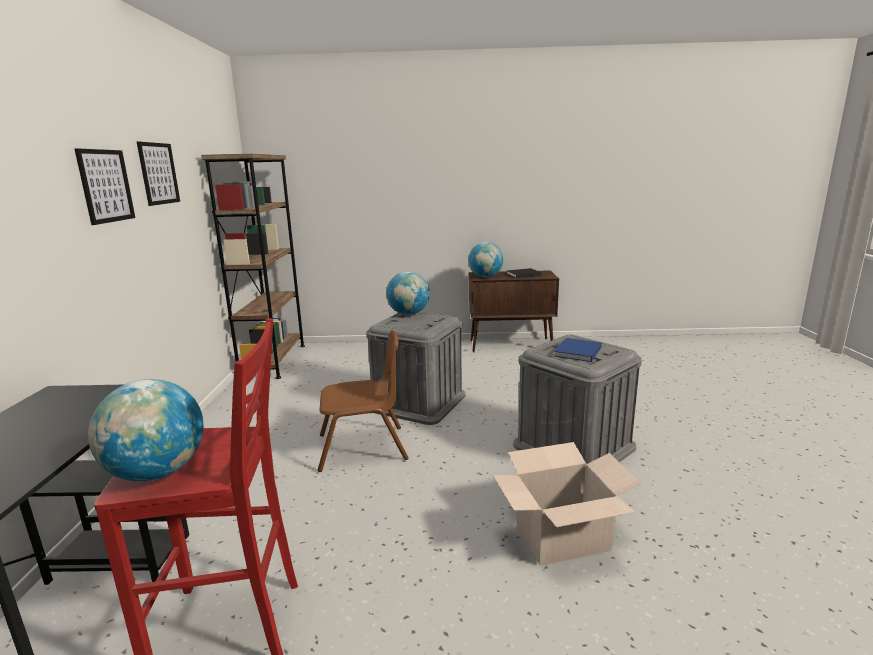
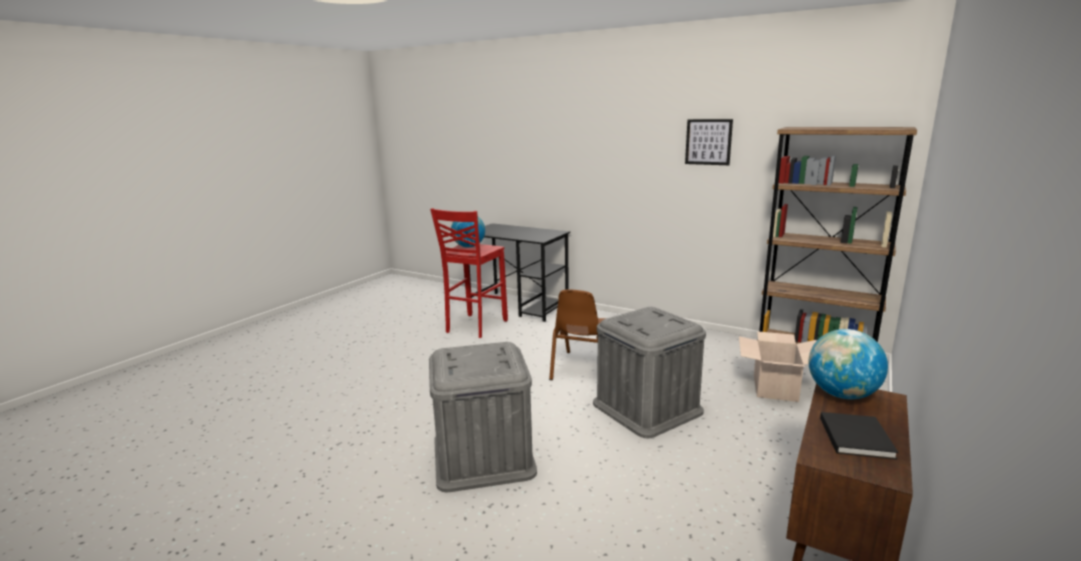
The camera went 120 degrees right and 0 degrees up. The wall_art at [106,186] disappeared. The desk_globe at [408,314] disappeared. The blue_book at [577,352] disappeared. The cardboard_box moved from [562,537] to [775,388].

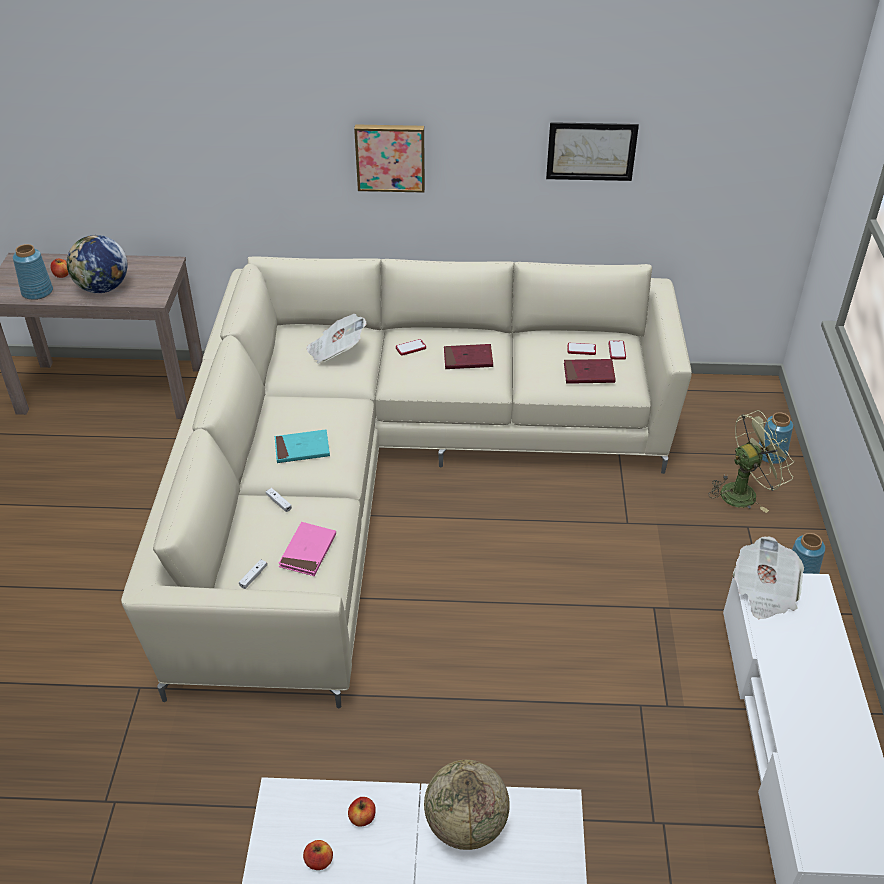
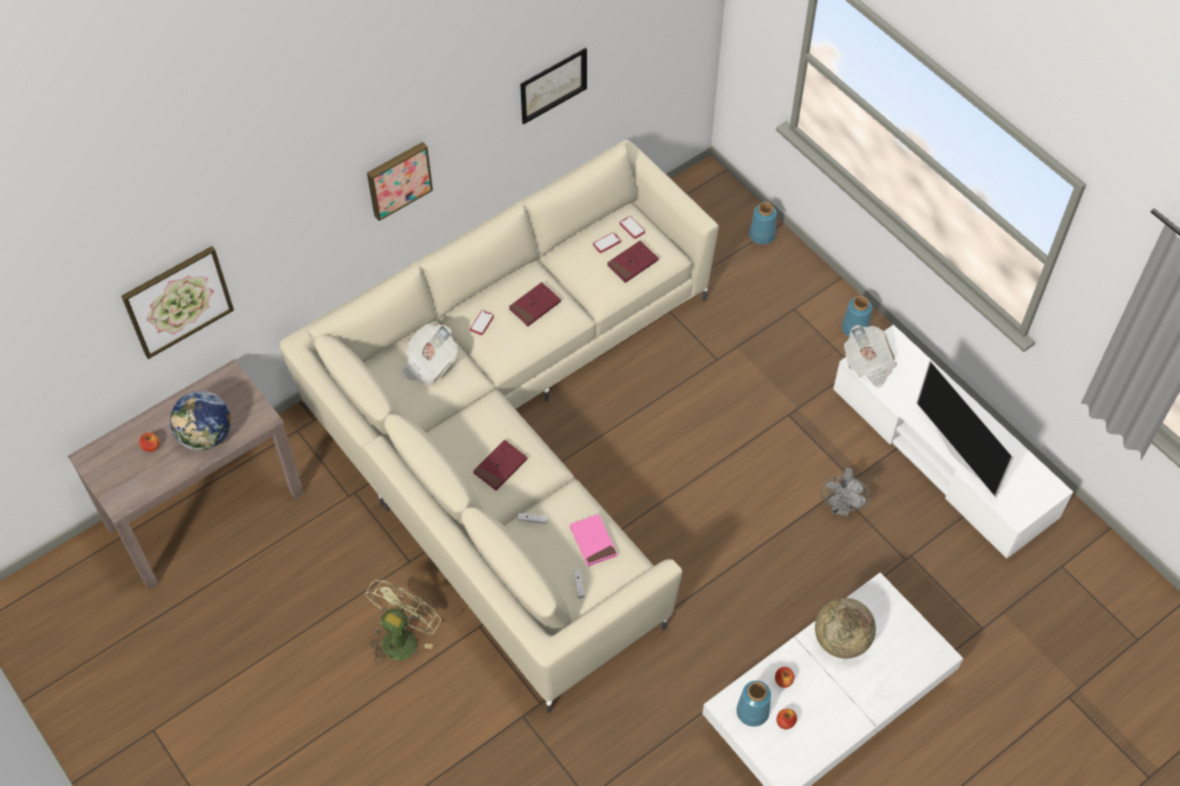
The camera went 40 degrees left and 15 degrees up. The blue_decorative_vase moved from [38,292] to [753,711]. The green_electric_fan moved from [744,492] to [402,637]. The turquoise_book at [302,449] became the red_book at [500,466]. The wall_art at [178,301] appeared. The television at [958,452] appeared. The grey_electric_fan at [841,507] appeared.

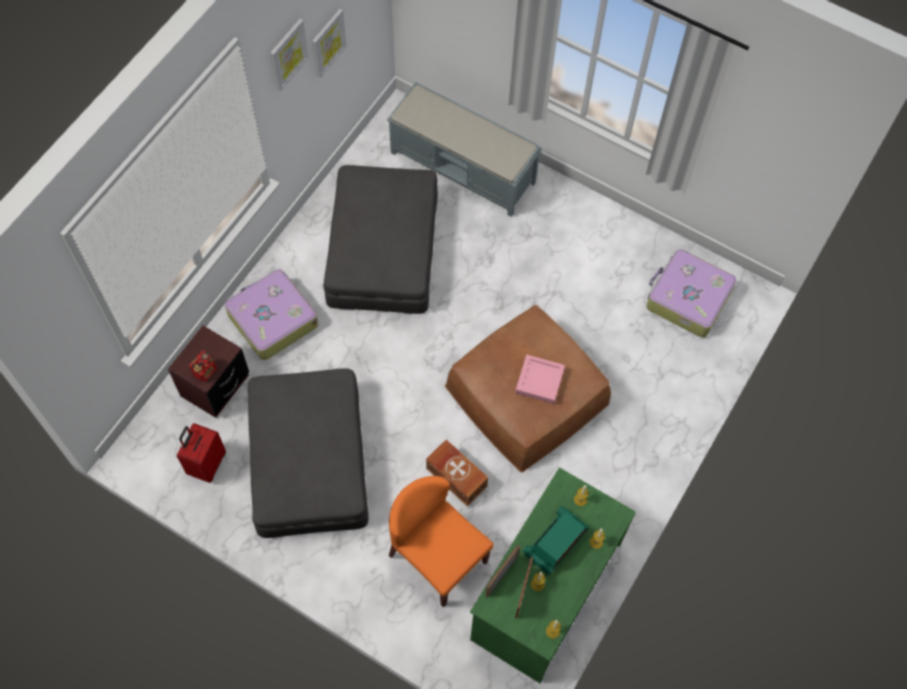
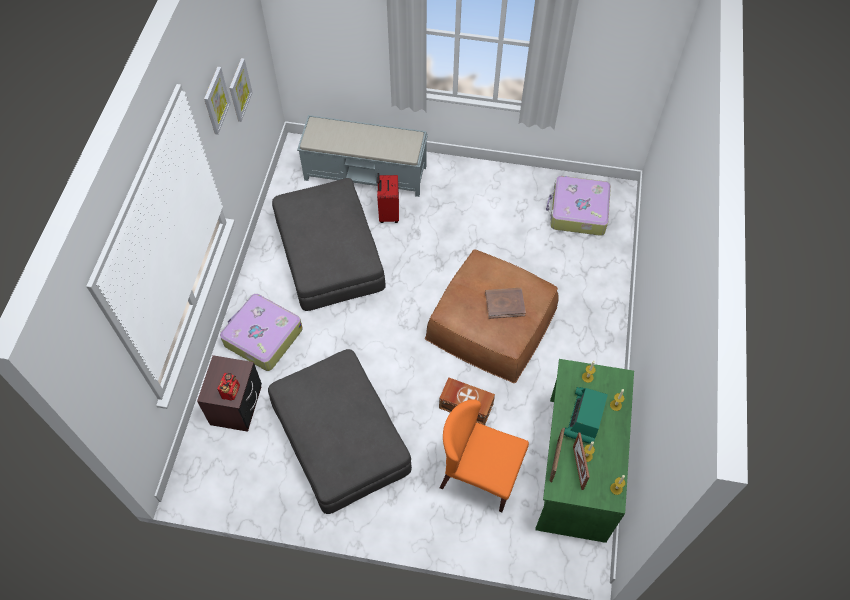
The camera went 20 degrees left and 5 degrees down. The pinkish_tray at [539,381] was replaced by the brownish_book at [505,304]. The red_suitcase moved from [206,464] to [388,213].

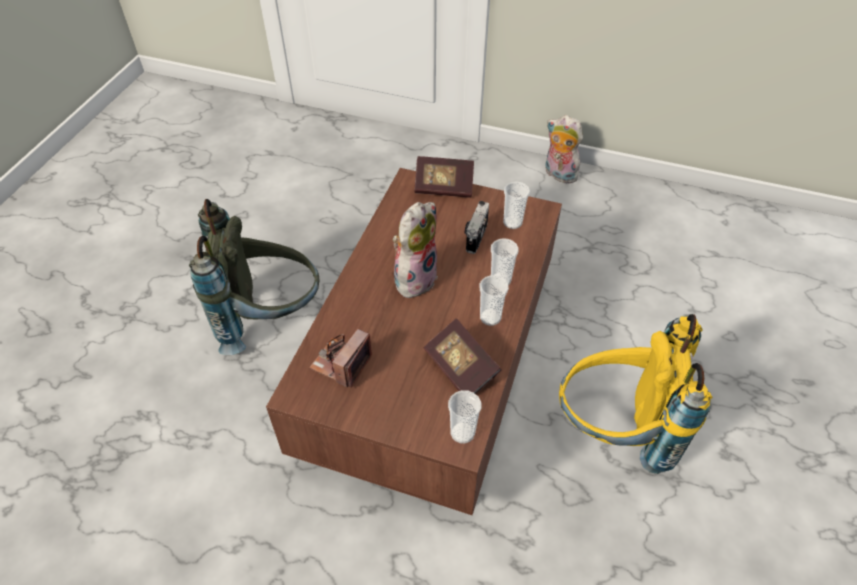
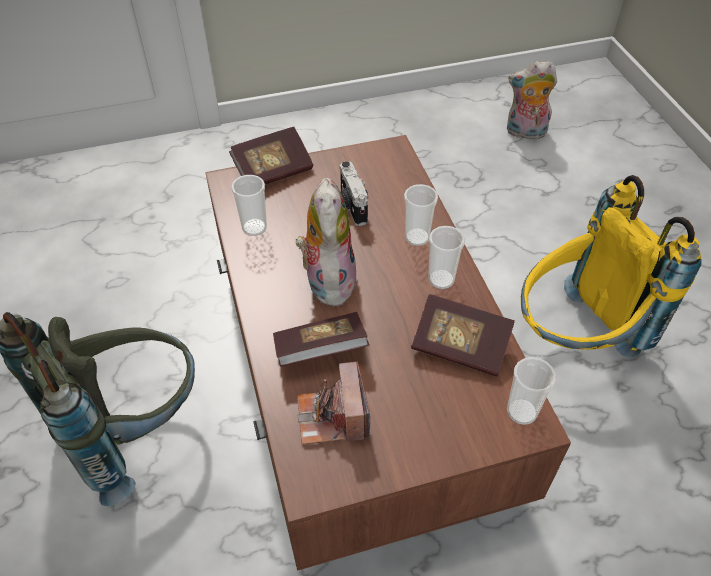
The camera went 35 degrees left and 0 degrees up. The plush_toy moved from [558,175] to [525,133]. The drinking_cup moved from [512,222] to [254,227]. The book at [320,350] appeared.

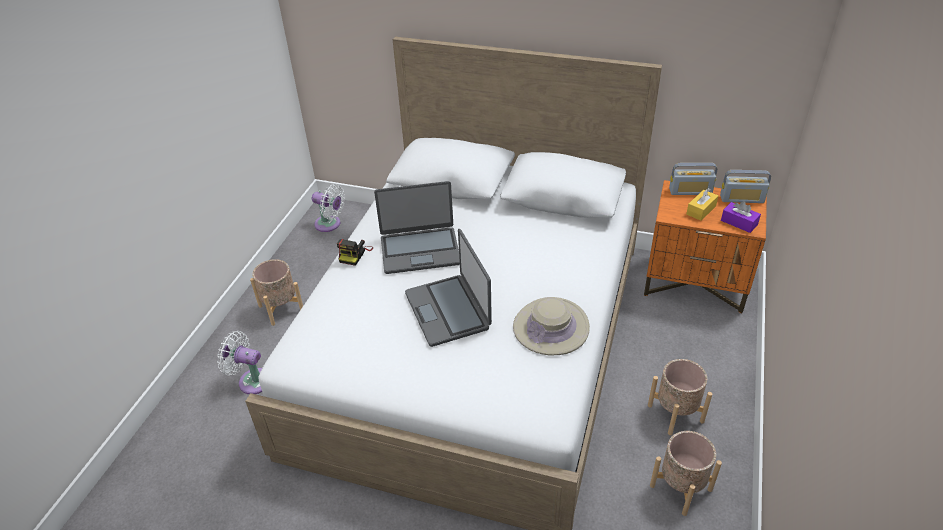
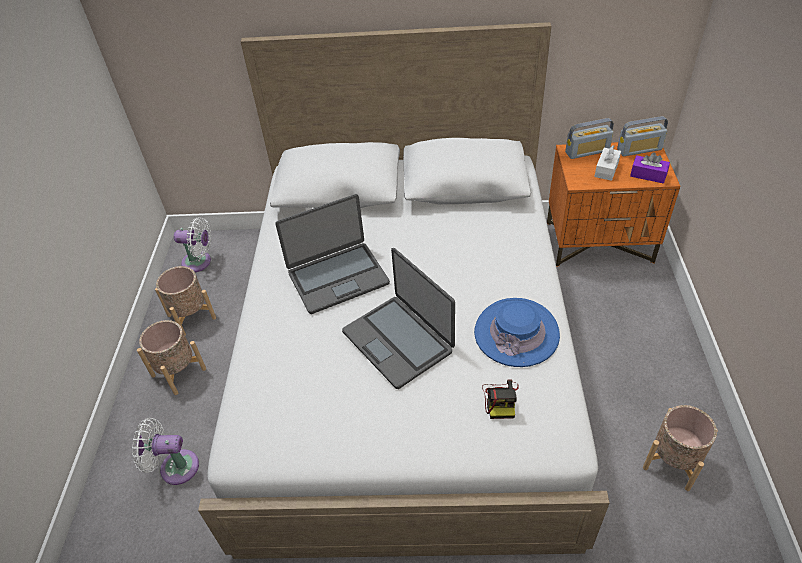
The camera went 15 degrees left and 5 degrees up. The yellow-coloured_tissue_box at [701,210] became the white_tissue_box at [606,169]. The photo_camera moved from [355,254] to [500,399]. The beige-coloured_hat at [551,327] became the blue_hat at [516,333]. The beige-coloured_plant_pot moved from [675,413] to [191,316].

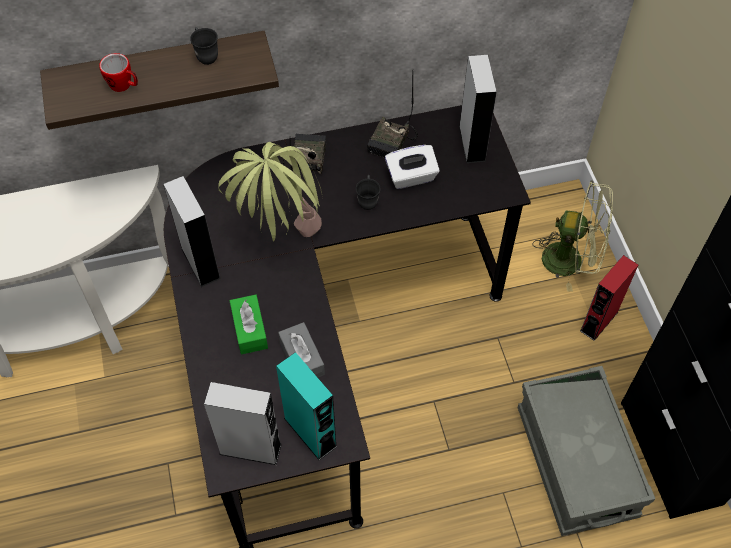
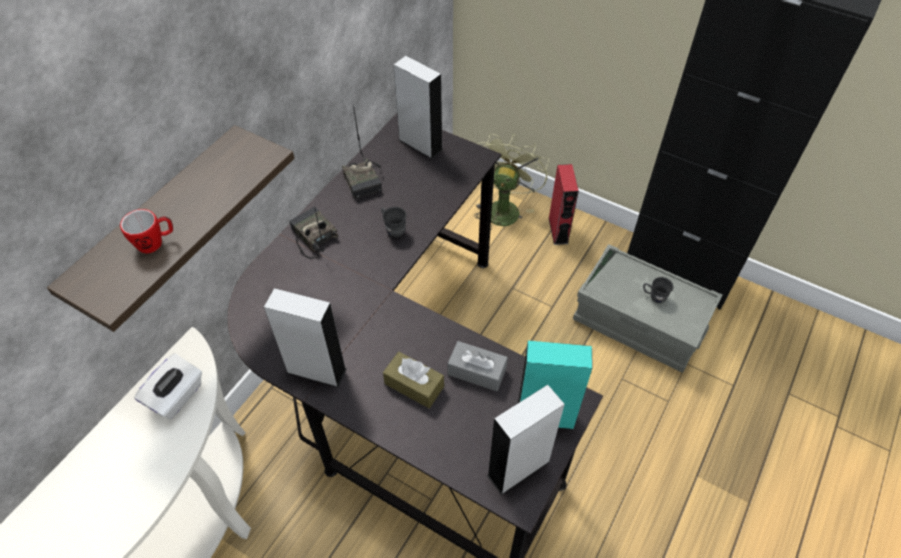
The camera went 45 degrees left and 5 degrees down. The grey_tea_mug moved from [205,55] to [654,297]. The plant_in_a_pot at [280,241] disappeared. The white_tissue_box moved from [411,177] to [176,396]. The green_electric_fan at [571,260] turned 45 degrees counterclockwise. The green_tissue_box at [249,329] became the brownish_tissue_box at [414,385].

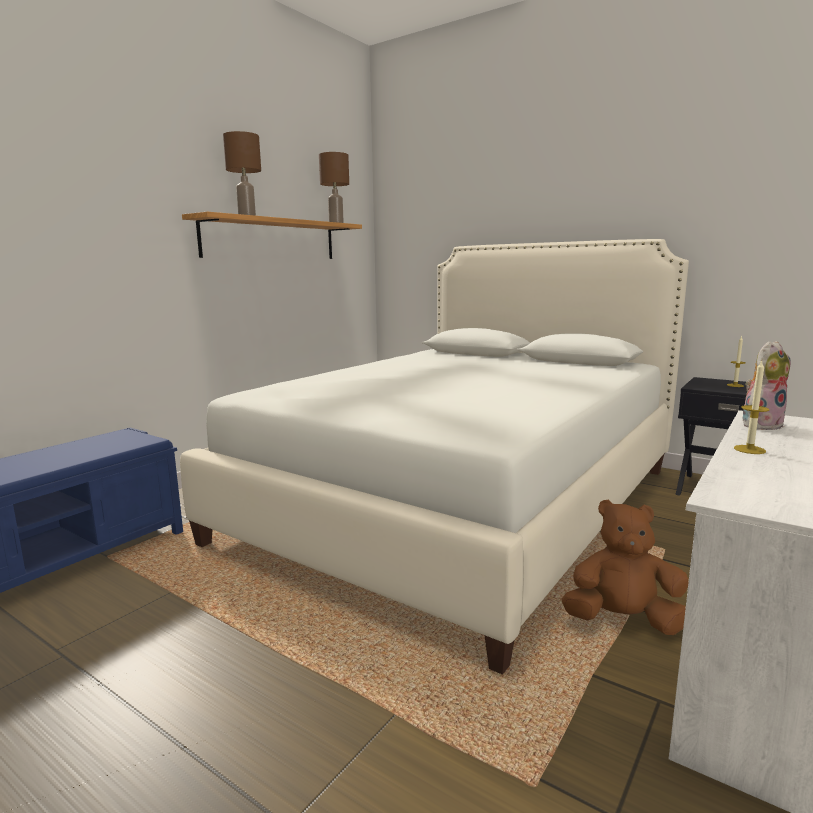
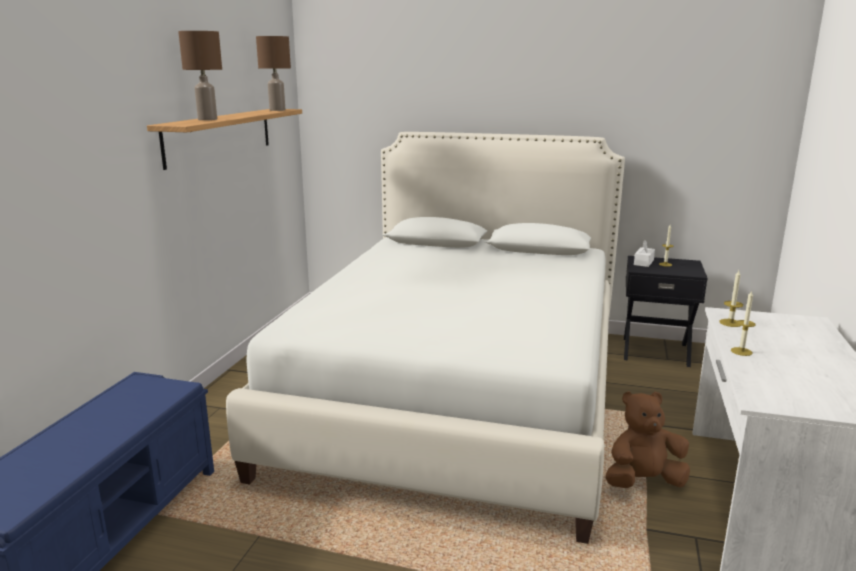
The camera went 20 degrees left and 5 degrees up. The plush_toy at [760,424] was replaced by the wax_light at [730,323]. The white_tissue_box at [643,262] appeared.

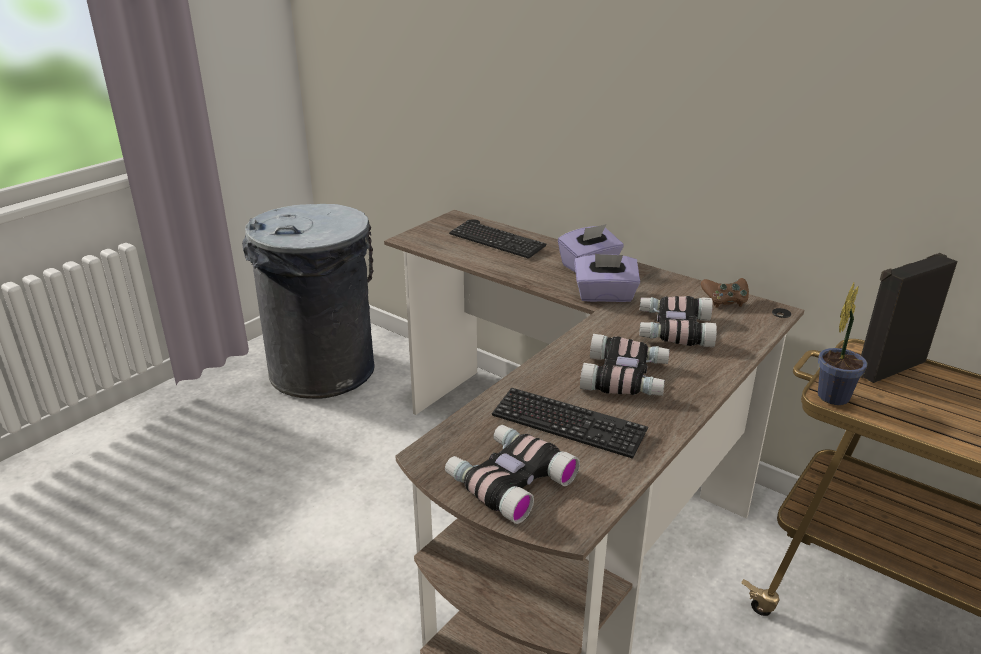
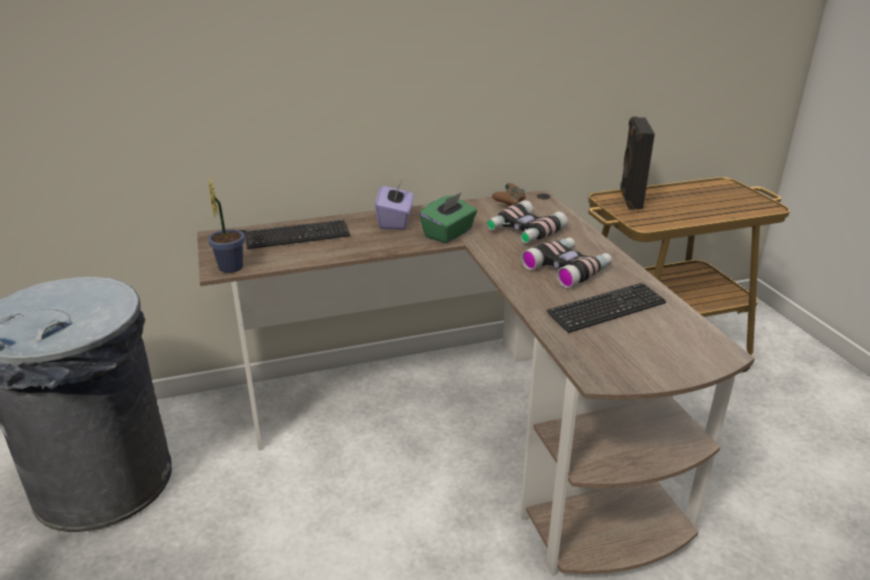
The camera went 55 degrees left and 0 degrees up. The purple-coloured_tissue_box at [605,296] became the green_tissue_box at [449,233]. The plant_in_a_pot moved from [834,395] to [230,266]. The binoculars at [508,480] disappeared.

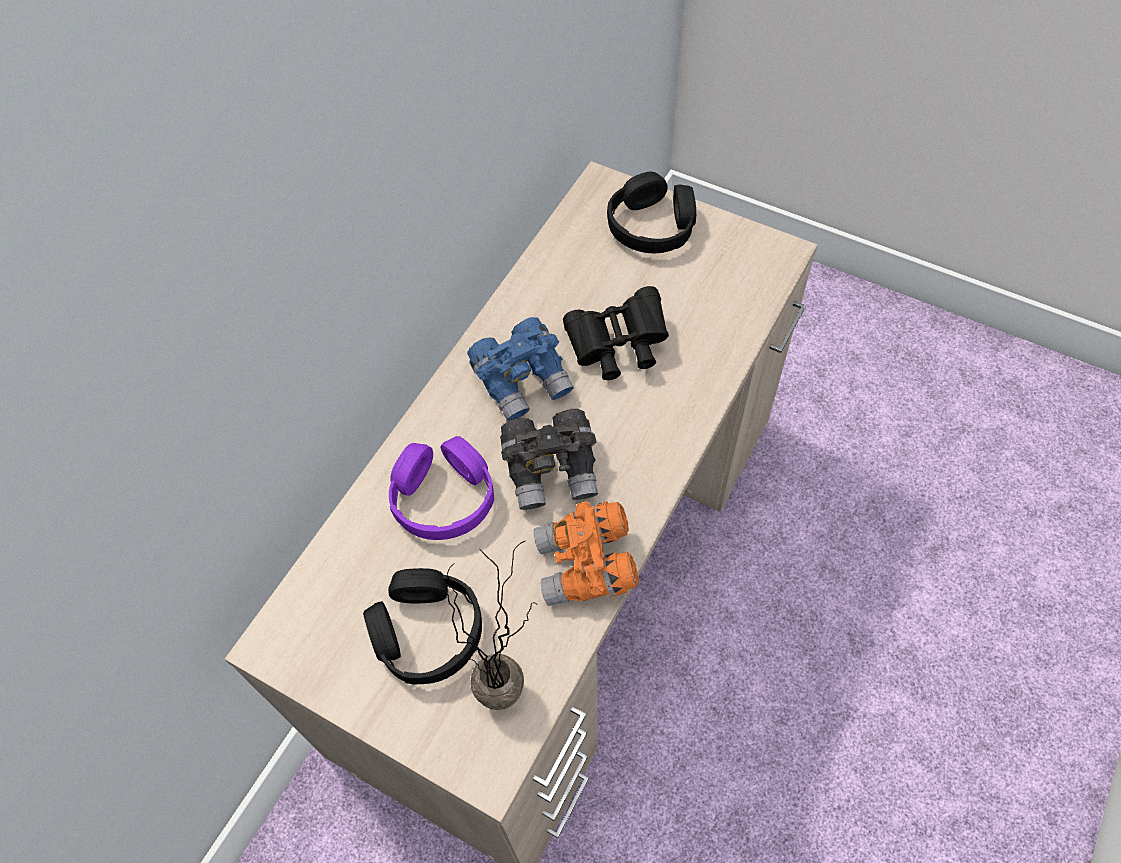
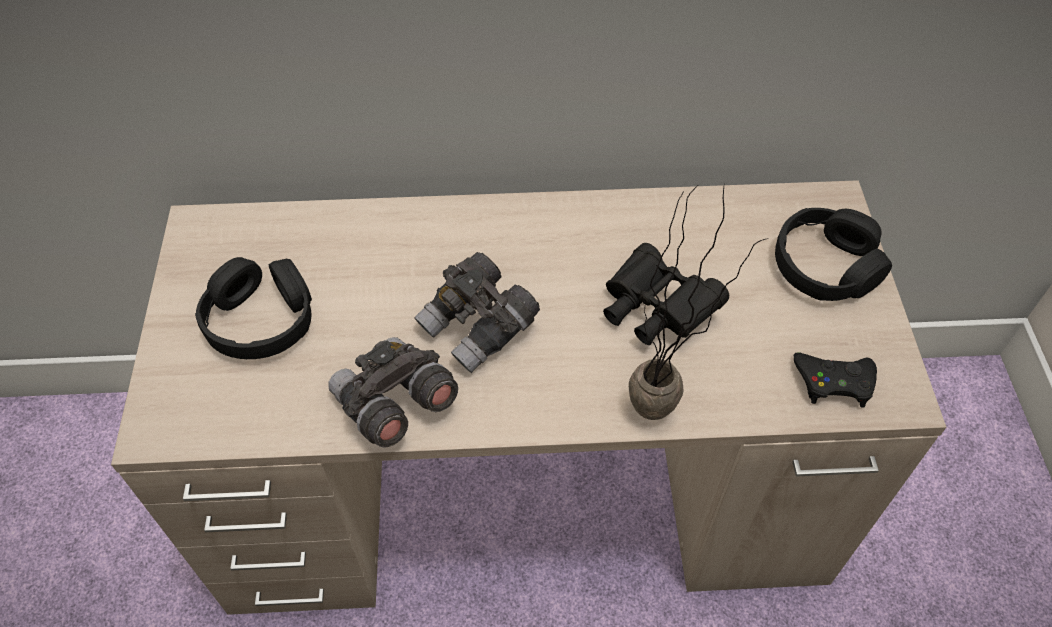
The camera went 55 degrees right and 5 degrees down. The blue_binoculars at [523,380] disappeared. The purple-coloured_headset at [443,497] disappeared. The orange-coloured_binoculars at [586,566] became the grey_binoculars at [394,405]. The plant_in_a_pot moved from [516,687] to [665,418]. The black-coloured_game_controller at [834,382] appeared.

